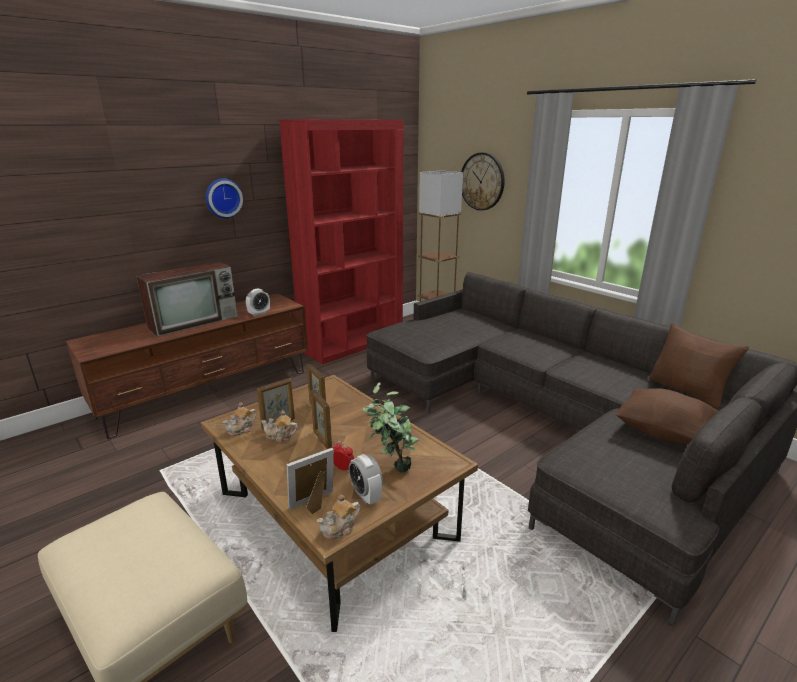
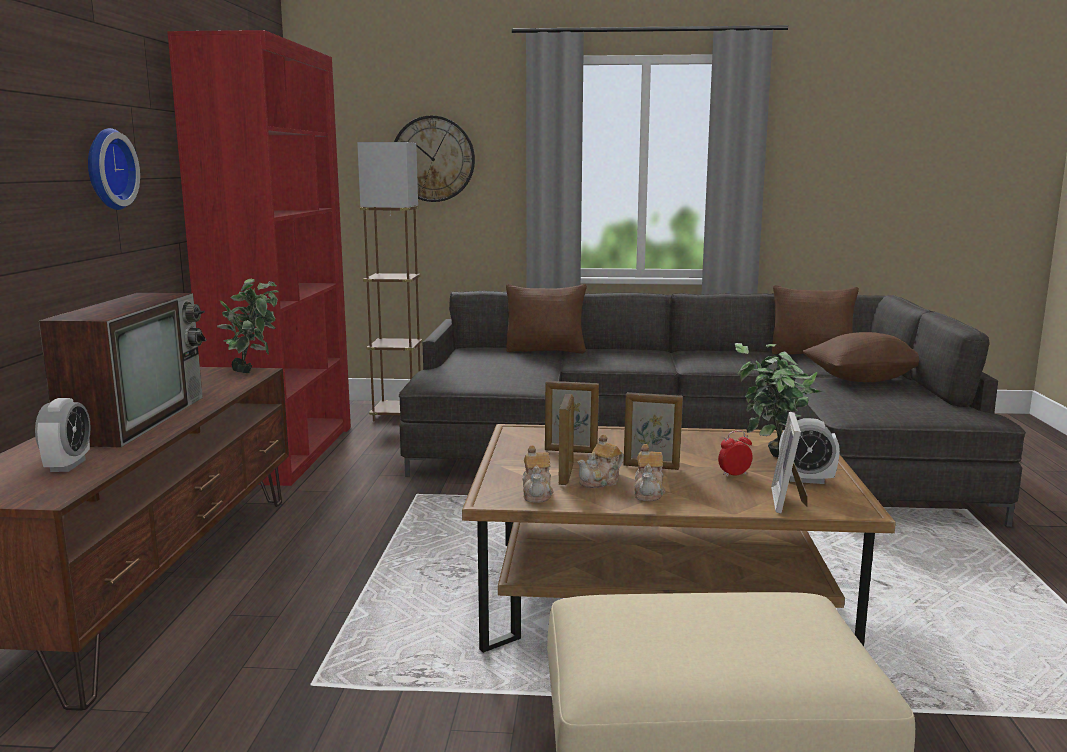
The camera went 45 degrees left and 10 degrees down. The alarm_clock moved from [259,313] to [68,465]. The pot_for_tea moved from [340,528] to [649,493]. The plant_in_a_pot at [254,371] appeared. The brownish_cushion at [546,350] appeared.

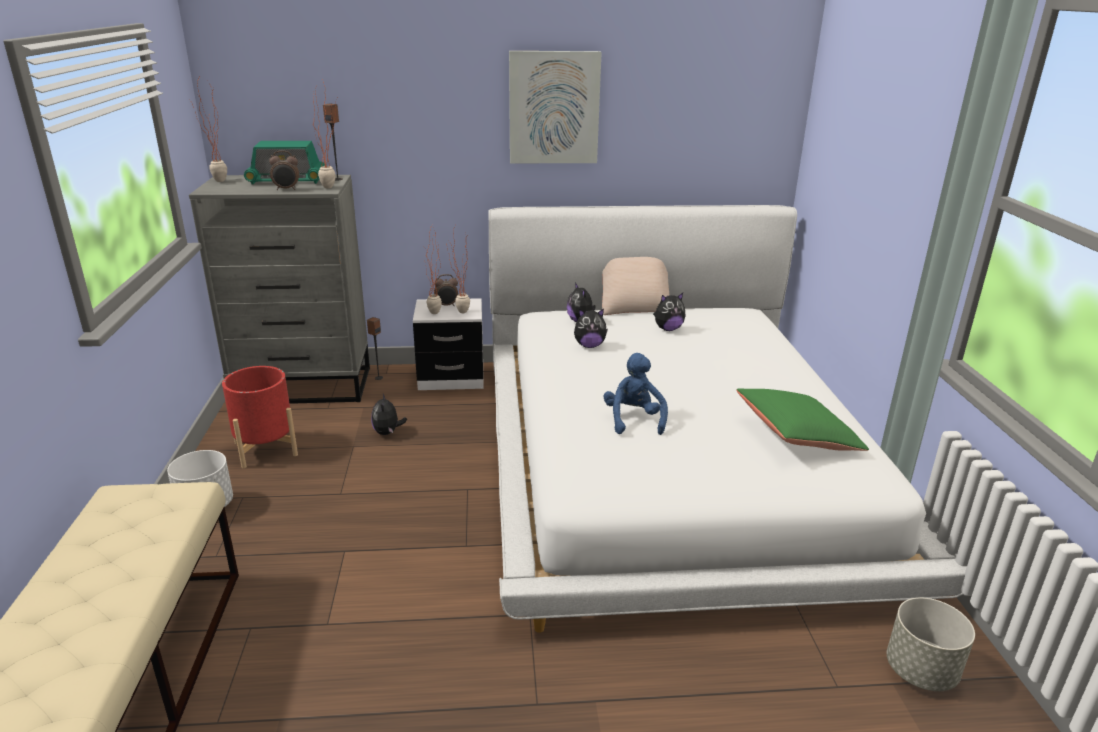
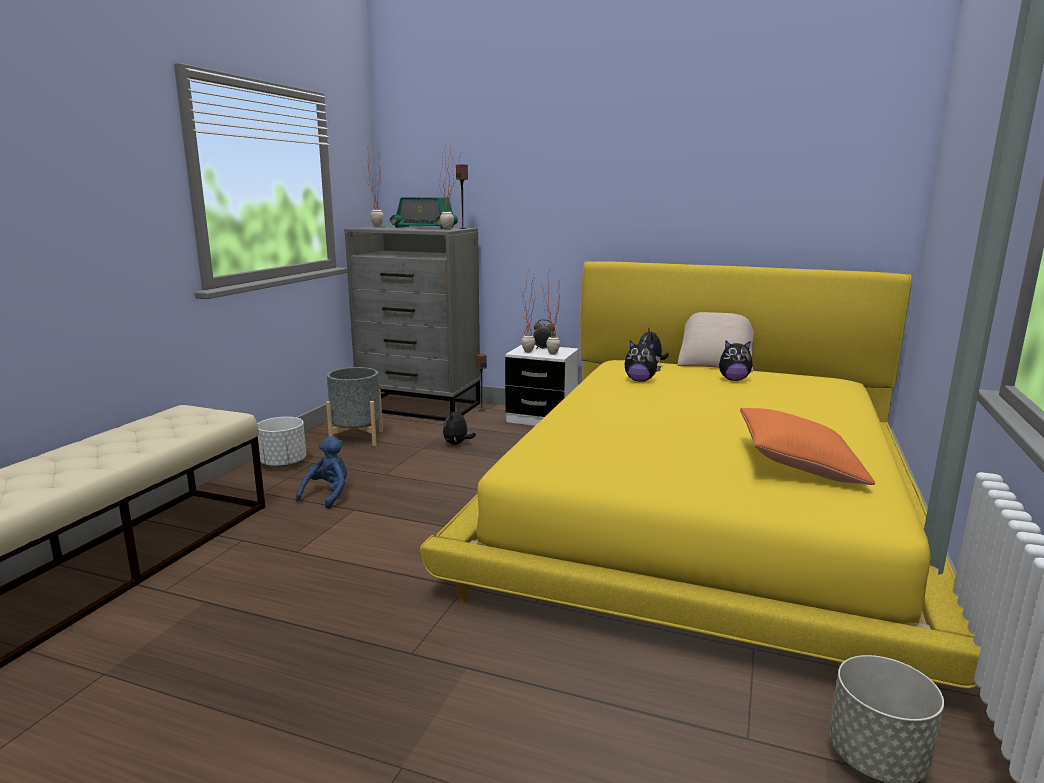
The camera went 25 degrees right and 10 degrees down. The wall_art at [554,108] disappeared. The alarm_clock at [286,189] disappeared. The white_sleeping_bed at [670,461] became the yellow-coloured_sleeping_bed at [703,508]. The blue_plush_toy moved from [633,420] to [328,495]. The red_plant_pot at [266,449] became the grey_plant_pot at [357,438]. The green_cushion at [797,436] became the orange-coloured_cushion at [799,465].

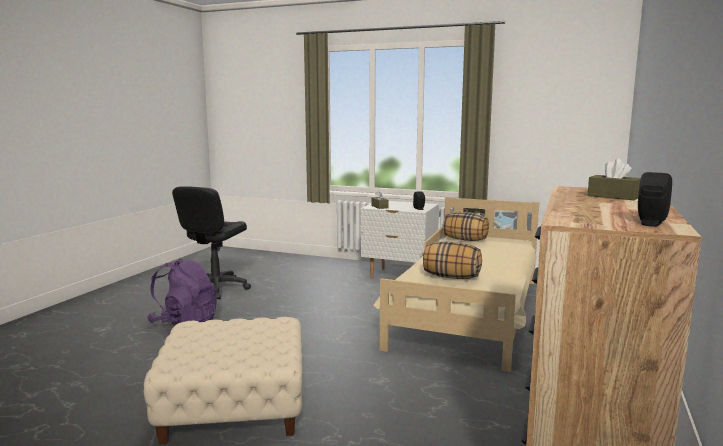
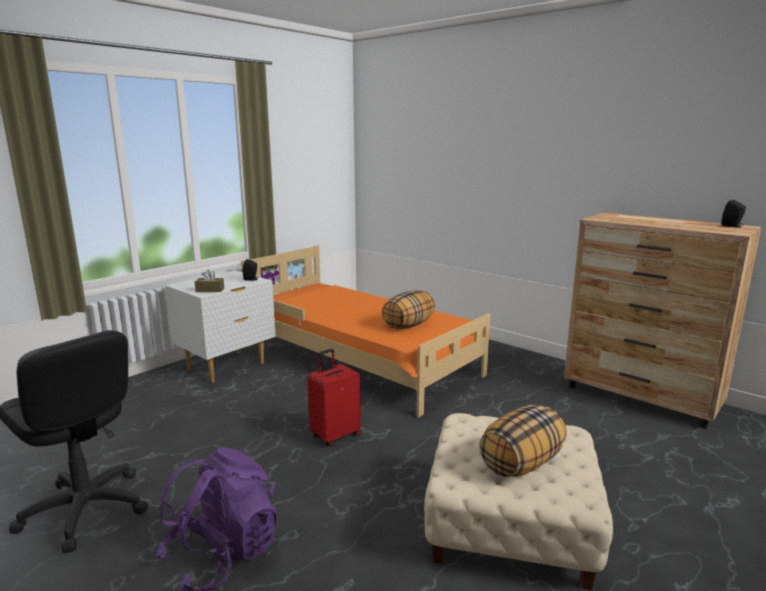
The camera went 70 degrees left and 5 degrees up. The brownish_tissue_box at [613,196] disappeared. The beige-coloured_sleeping_bed at [470,312] became the orange-coloured_sleeping_bed at [361,359]. The cushion moved from [465,240] to [521,463]. The red_suitcase at [335,435] appeared.

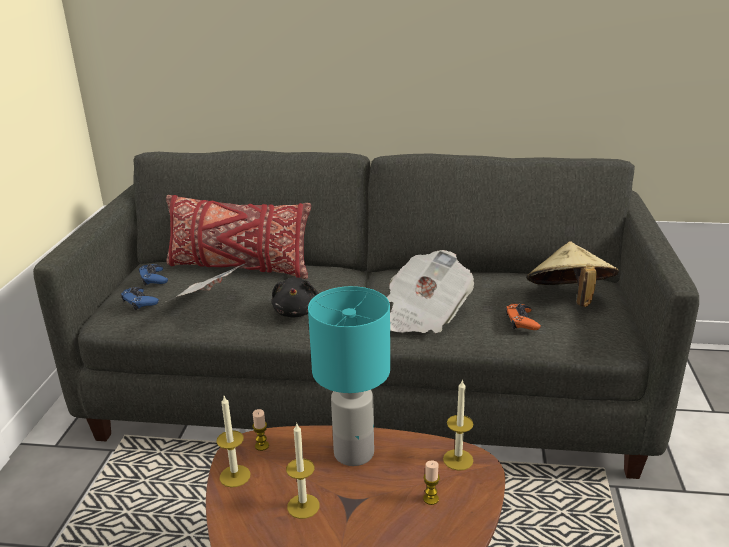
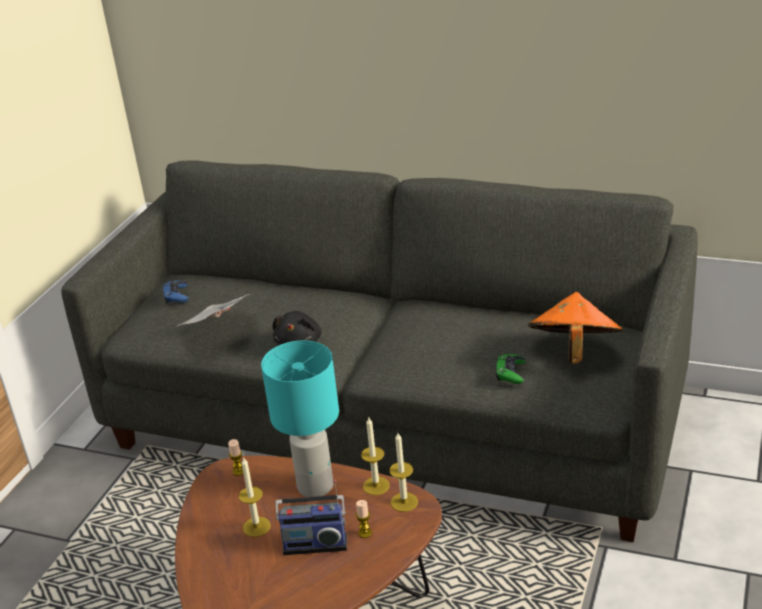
The camera went 15 degrees right and 5 degrees up. The red_cushion at [239,267] disappeared. The beige-coloured_hat at [568,299] became the orange-coloured_hat at [573,352]. The printed_paper at [424,314] disappeared. The blue_game_controller at [139,302] disappeared. The orange-coloured_game_controller at [521,321] became the green_game_controller at [510,372]. The wax_light moved from [235,476] to [376,486]. The radio at [315,543] appeared.

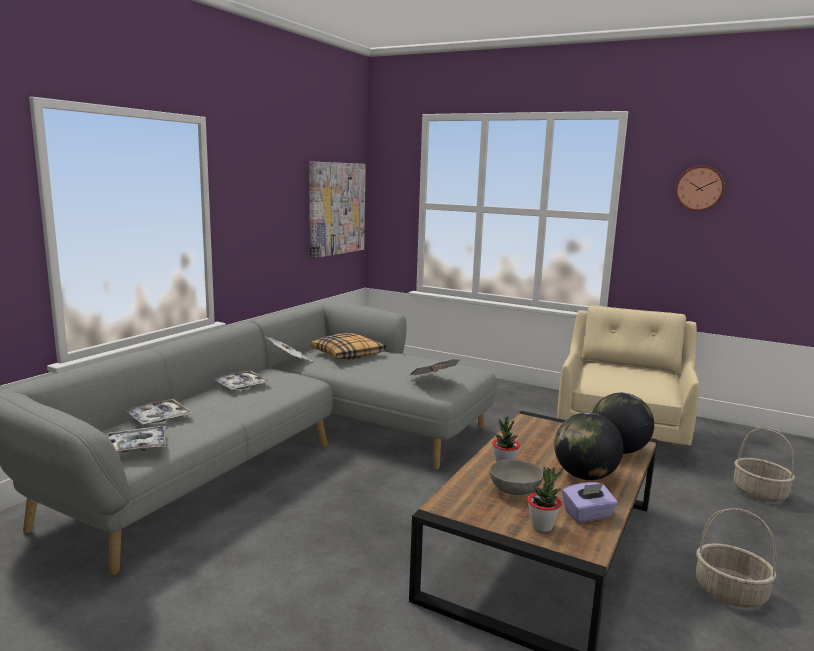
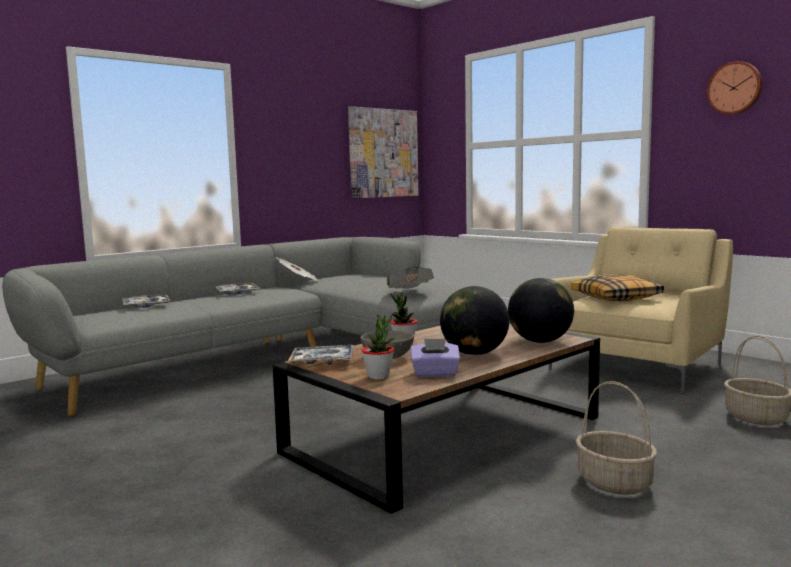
The camera went 20 degrees right and 5 degrees down. The cushion moved from [348,355] to [616,298]. The tray moved from [136,446] to [322,361].

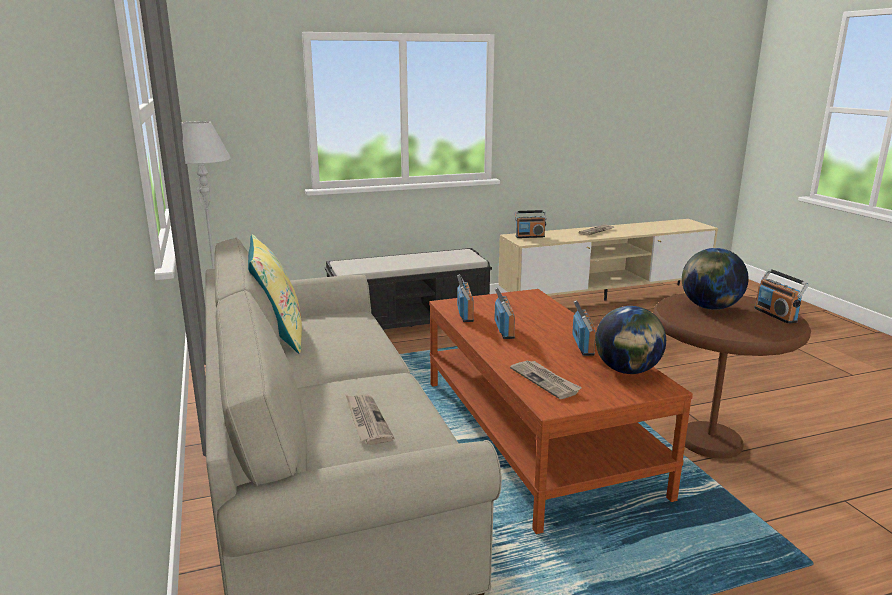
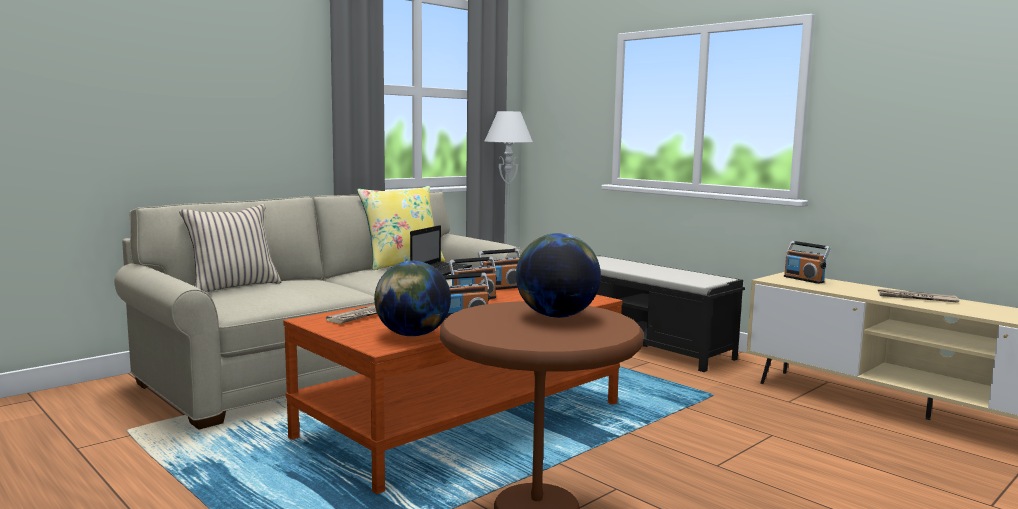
The camera went 65 degrees right and 10 degrees down. The radio at [775,315] disappeared. The printed_paper at [366,421] disappeared. The beige-coloured_cushion at [233,286] appeared. The portable_computer at [441,270] appeared.

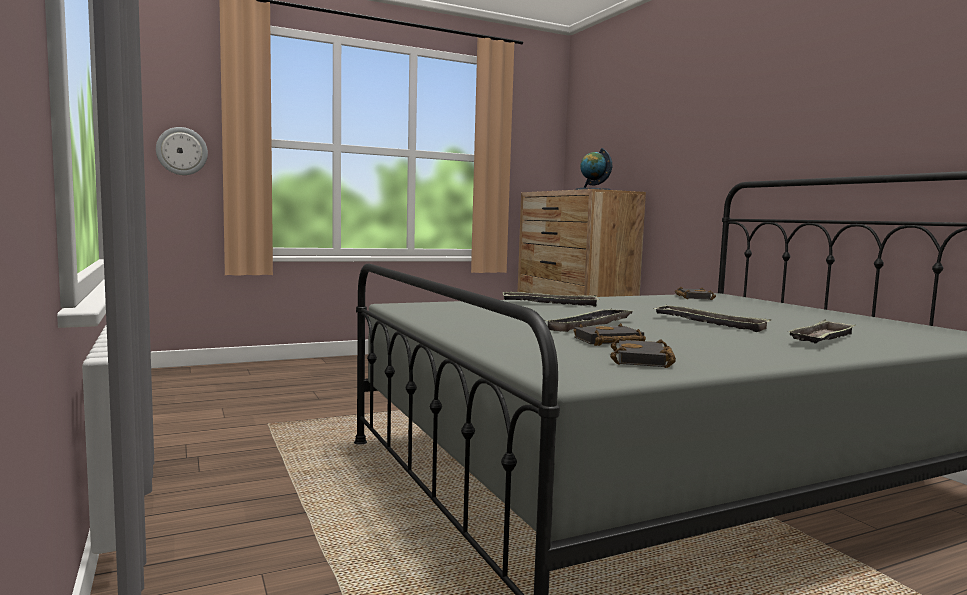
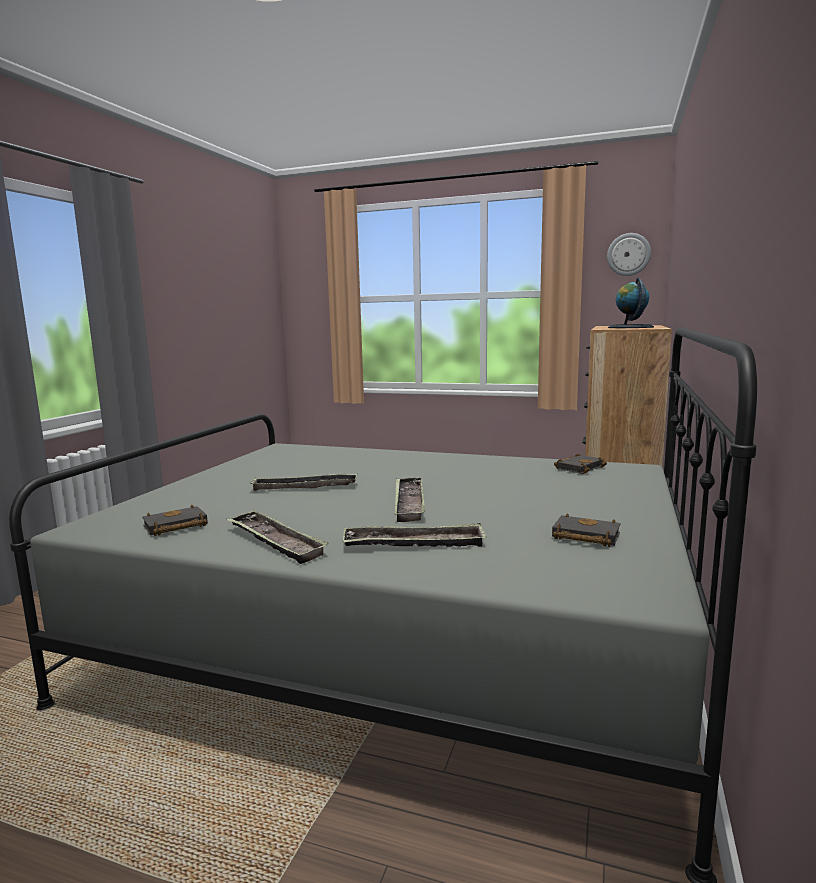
The camera went 45 degrees right and 5 degrees up. The clock_on_the_wall moved from [182,151] to [628,254]. The tray moved from [550,304] to [275,542]. The black-coloured_book moved from [608,342] to [583,537].

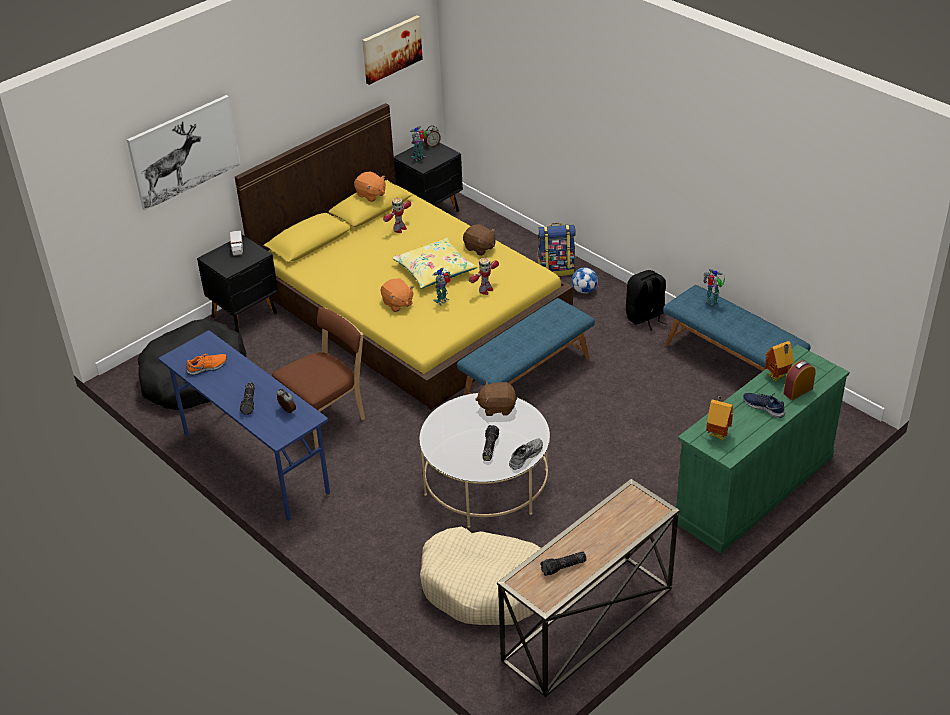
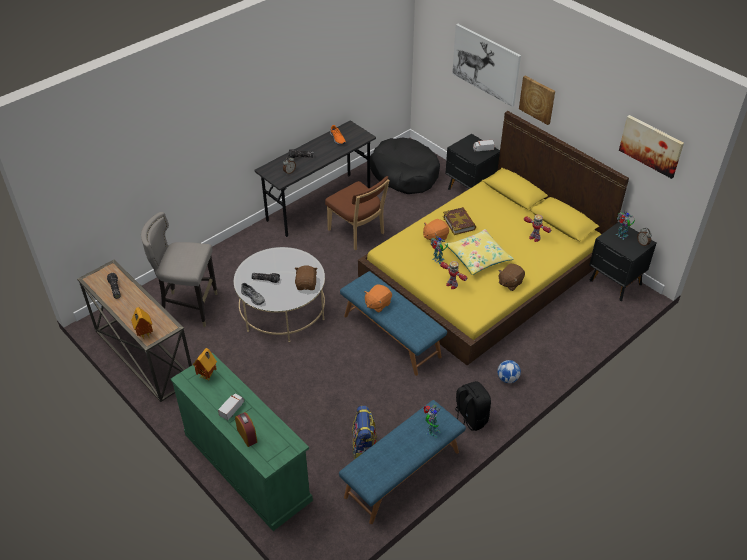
The camera went 90 degrees right and 5 degrees up. The orange-coloured_plush_toy moved from [371,195] to [377,304]. The rucksack moved from [556,269] to [364,449]. The blue_desk_table at [254,464] became the grey_desk_table at [319,204]. The toy_house moved from [777,377] to [144,335]. The blue_low_shoe at [764,407] was replaced by the toy_lorry at [232,409]. The beige-coloured_dog_bed at [486,587] was replaced by the grey_stool_seat at [189,307]. The wall_art at [537,99] appeared. The book at [459,223] appeared.

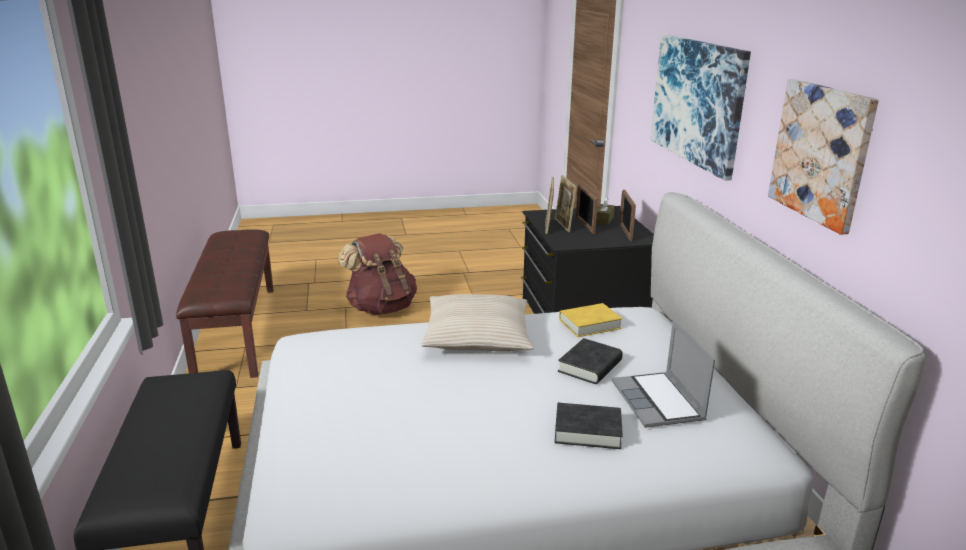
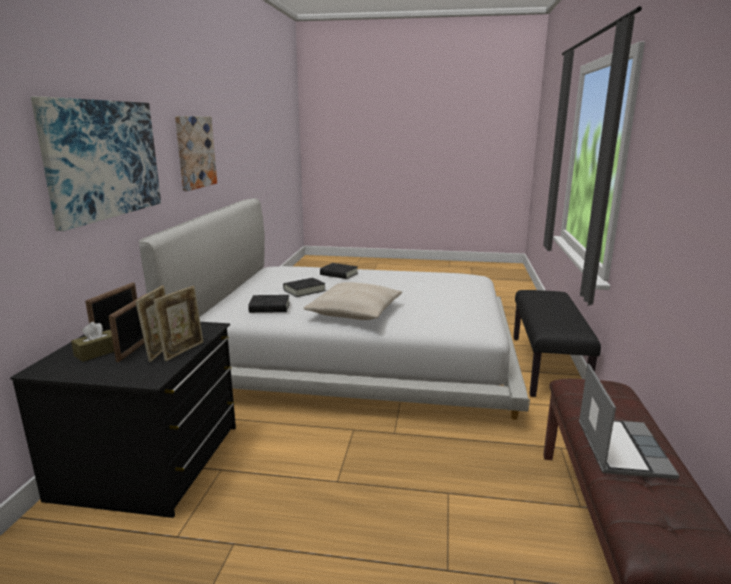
The camera went 160 degrees left and 5 degrees down. The brownish_rucksack at [381,308] disappeared. The yellow-coloured_book at [589,324] became the black-coloured_book at [269,308]. The portable_computer moved from [659,402] to [621,448].

